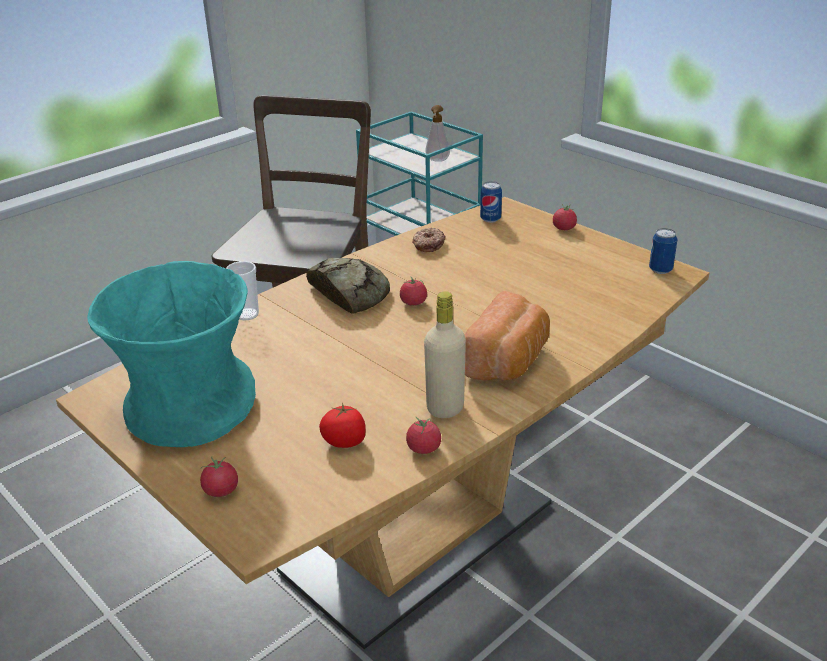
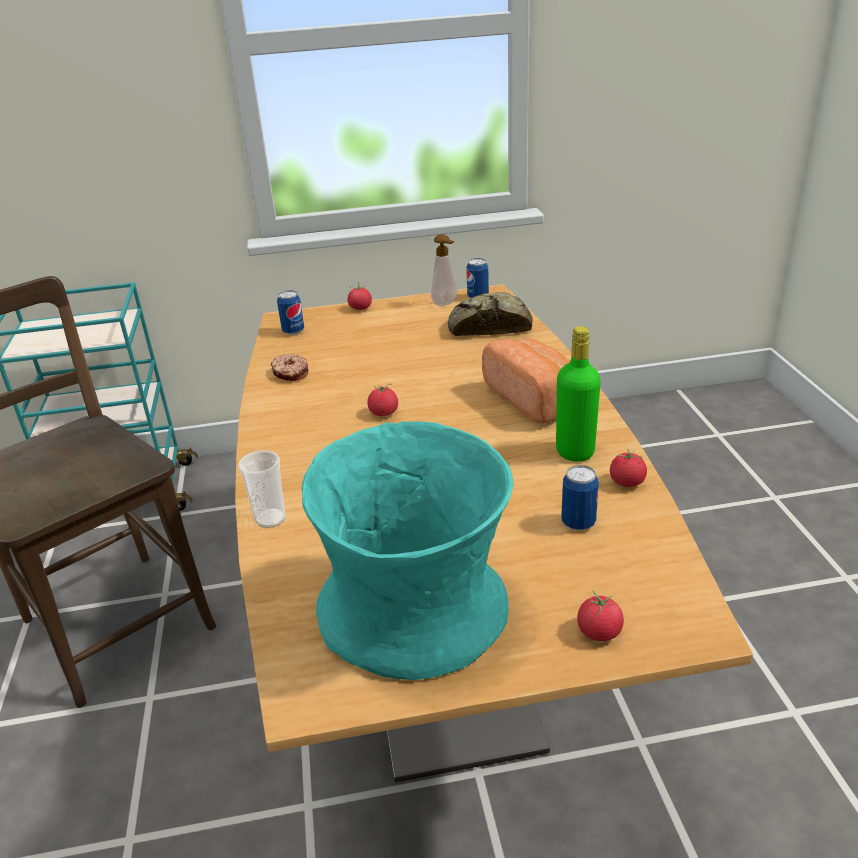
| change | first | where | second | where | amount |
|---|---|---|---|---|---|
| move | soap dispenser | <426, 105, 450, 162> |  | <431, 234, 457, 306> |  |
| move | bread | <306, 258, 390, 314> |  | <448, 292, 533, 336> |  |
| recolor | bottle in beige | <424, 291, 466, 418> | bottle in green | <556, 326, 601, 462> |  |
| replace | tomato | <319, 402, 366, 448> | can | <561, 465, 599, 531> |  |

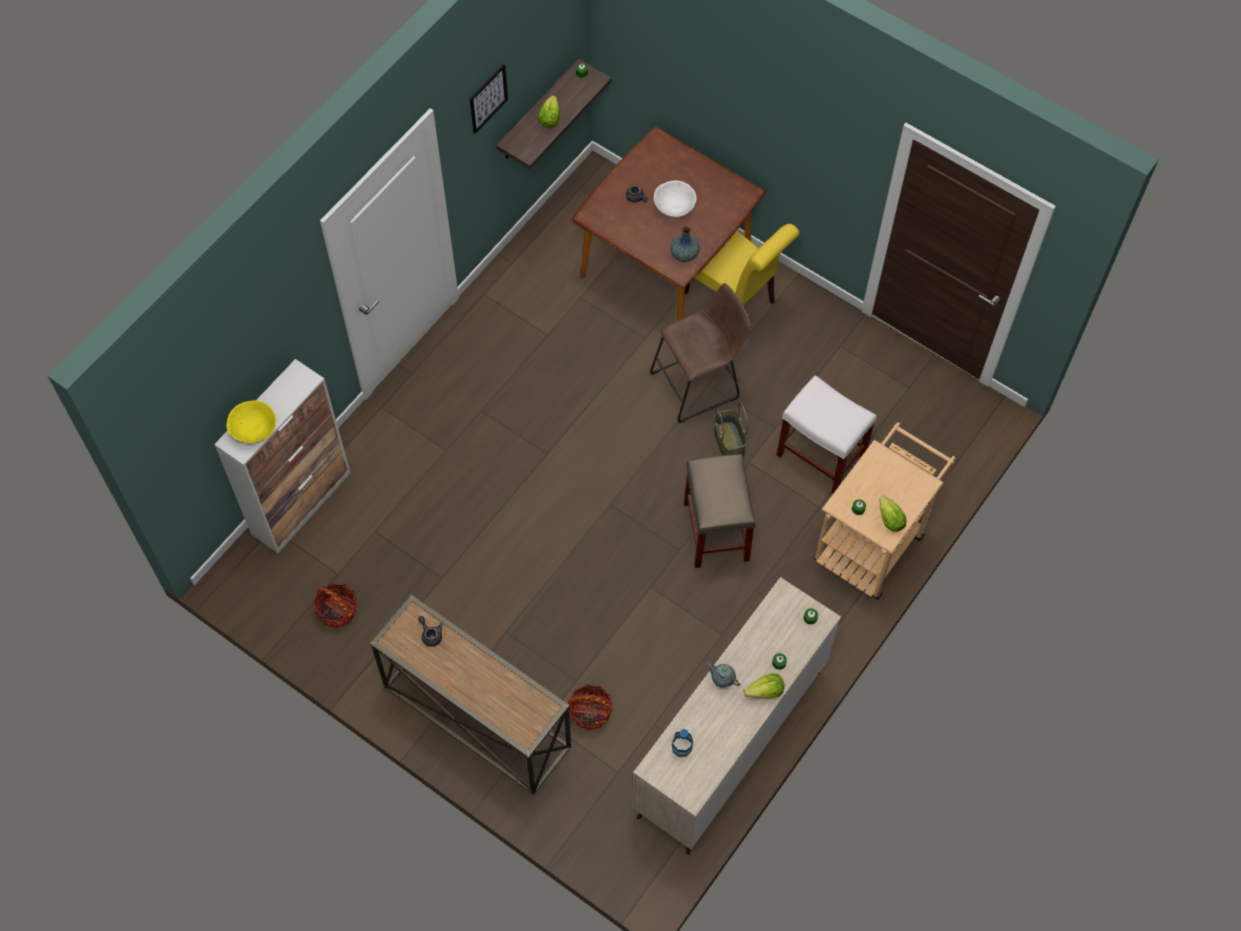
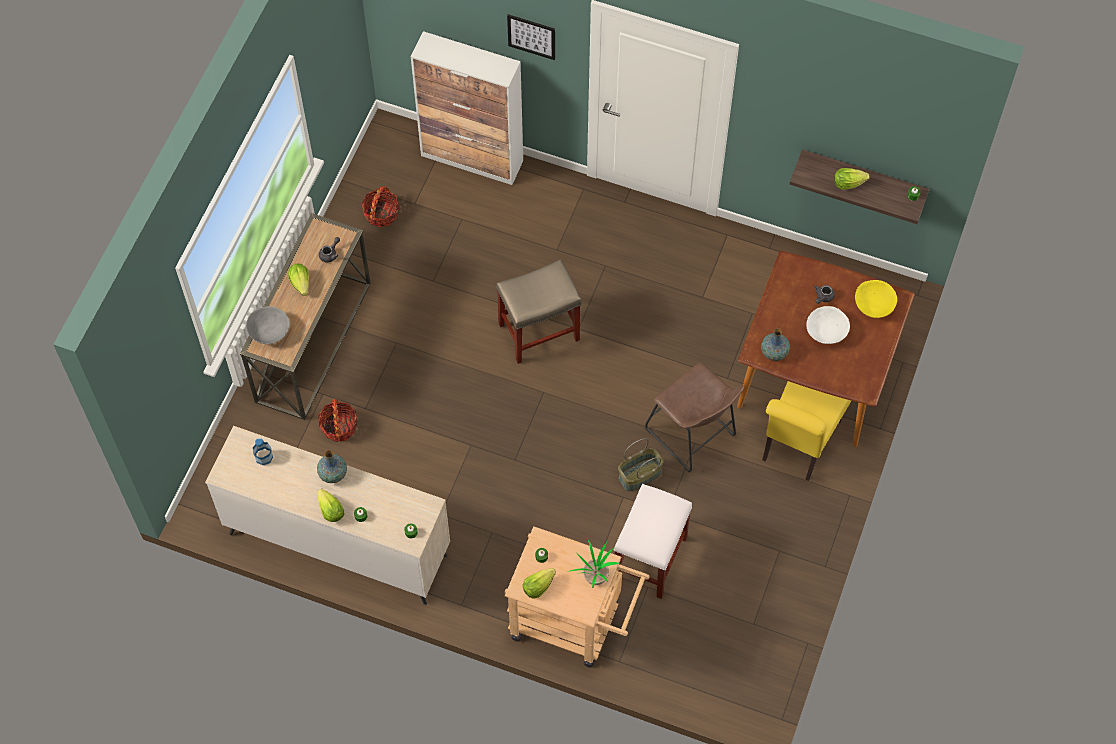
| change | first | where | second | where | amount |
|---|---|---|---|---|---|
| move | picture | <470, 64, 508, 134> |  | <507, 14, 555, 60> |  |
| move | bowl in yellow | <226, 401, 276, 443> |  | <855, 280, 897, 318> |  |
| move | stool in beige | <684, 454, 756, 568> |  | <496, 259, 581, 364> |  |
| replace | teapot | <706, 661, 740, 688> | vase | <317, 450, 347, 483> |  |
| insert |  |  | lettuce | <288, 264, 309, 296> |  |
| insert |  |  | bowl in grey | <246, 306, 290, 344> |  |
| insert |  |  | potted plant | <568, 540, 620, 588> |  |

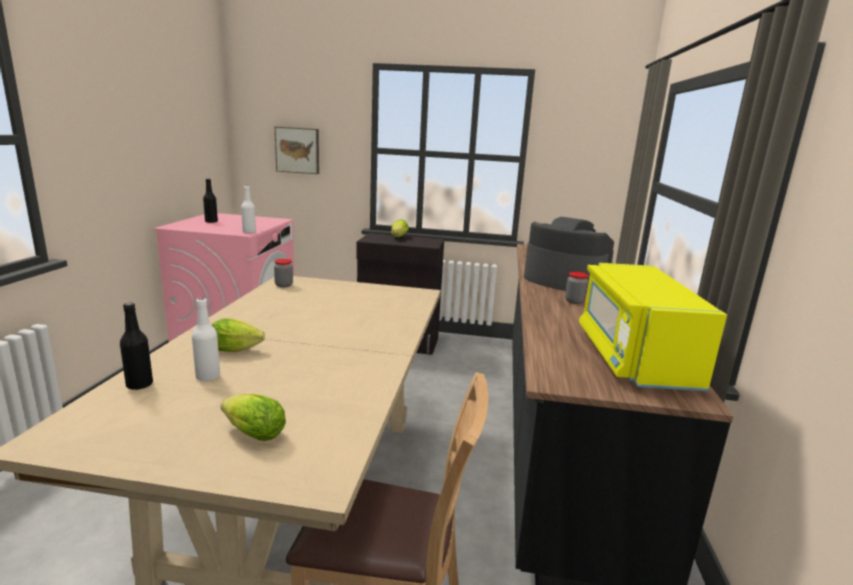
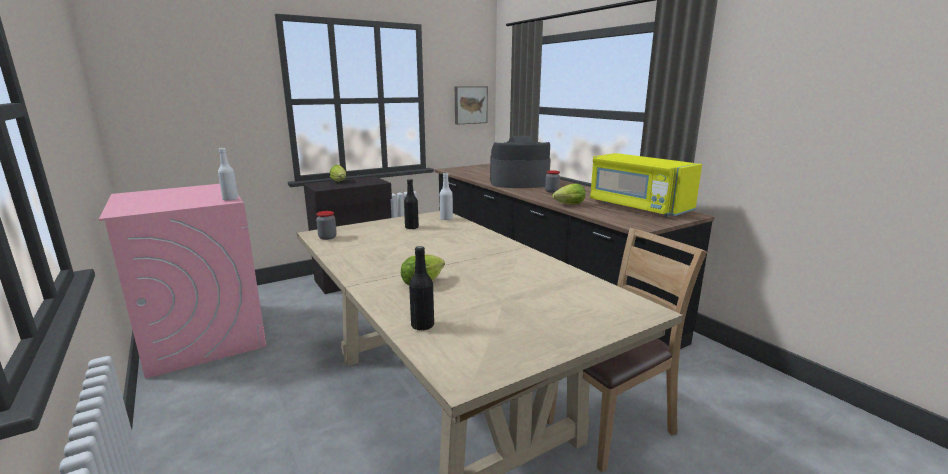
| change | first | where | second | where | amount |
|---|---|---|---|---|---|
| move | picture | <275, 127, 319, 174> |  | <455, 86, 488, 125> |  |
| move | bottle in black | <203, 179, 218, 223> |  | <404, 179, 419, 229> |  |
| move | bottle in white | <192, 298, 220, 381> |  | <440, 173, 453, 220> |  |
| move | lettuce | <220, 394, 286, 441> |  | <552, 184, 585, 204> |  |

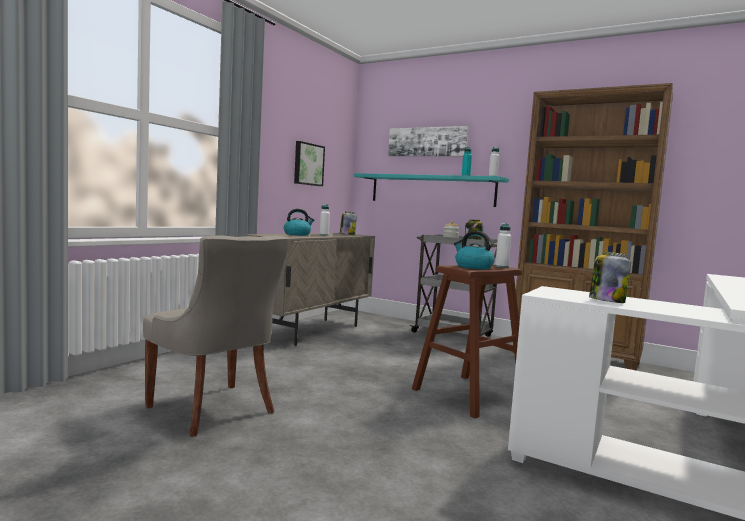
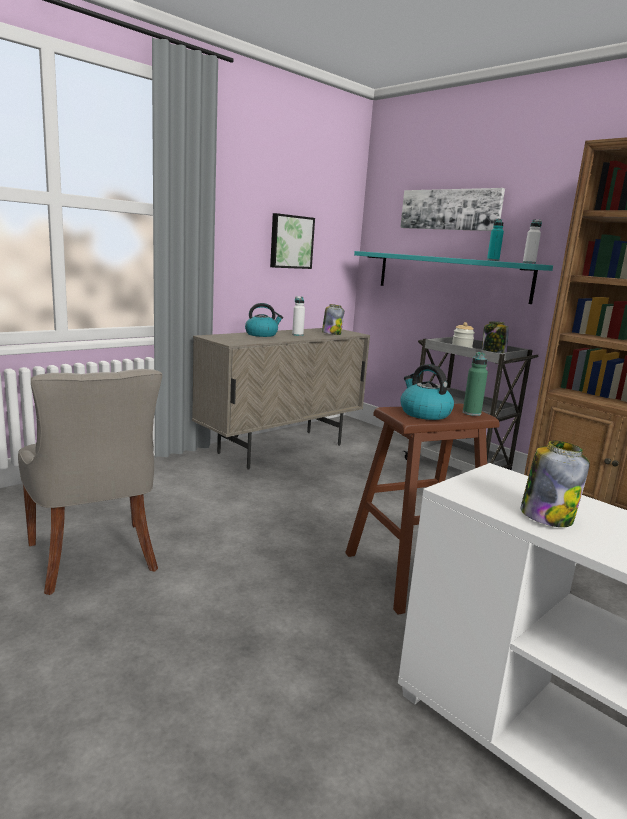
| change | first | where | second | where | amount |
|---|---|---|---|---|---|
| recolor | bottle in white | <495, 223, 511, 268> | bottle in green | <463, 352, 488, 416> |  |

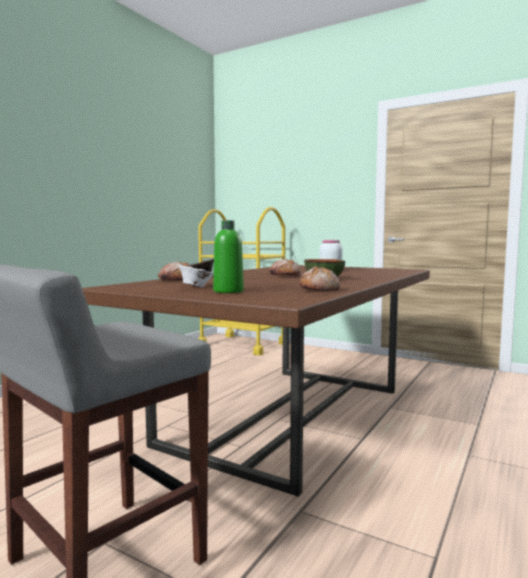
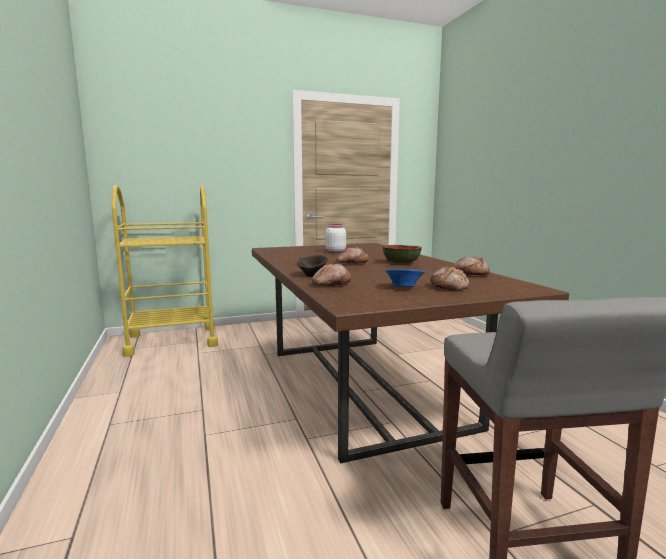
| change | first | where | second | where | amount |
|---|---|---|---|---|---|
| replace | bottle in green | <213, 220, 244, 293> | bread | <431, 266, 469, 290> |  |
| recolor | bowl in white | <179, 265, 214, 287> | bowl in blue | <385, 269, 425, 287> |  |

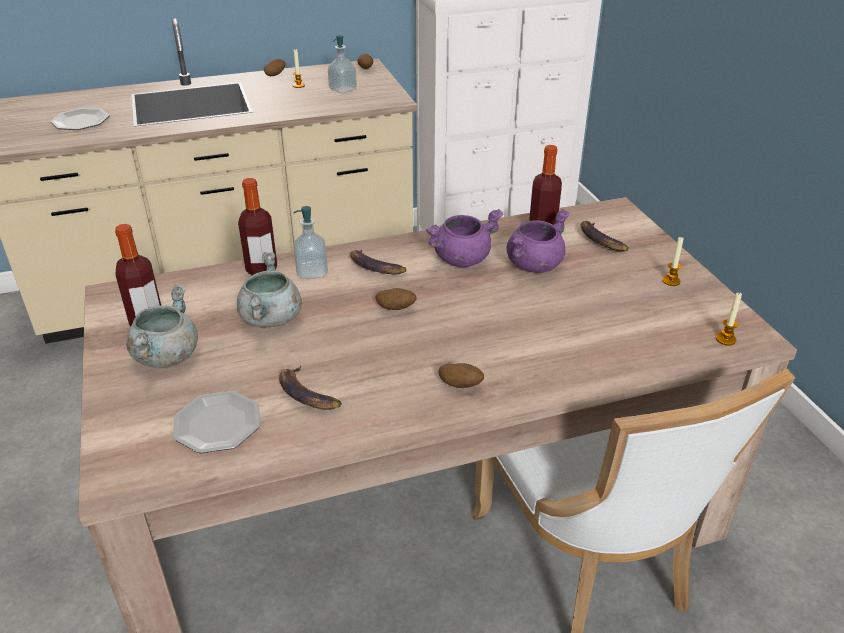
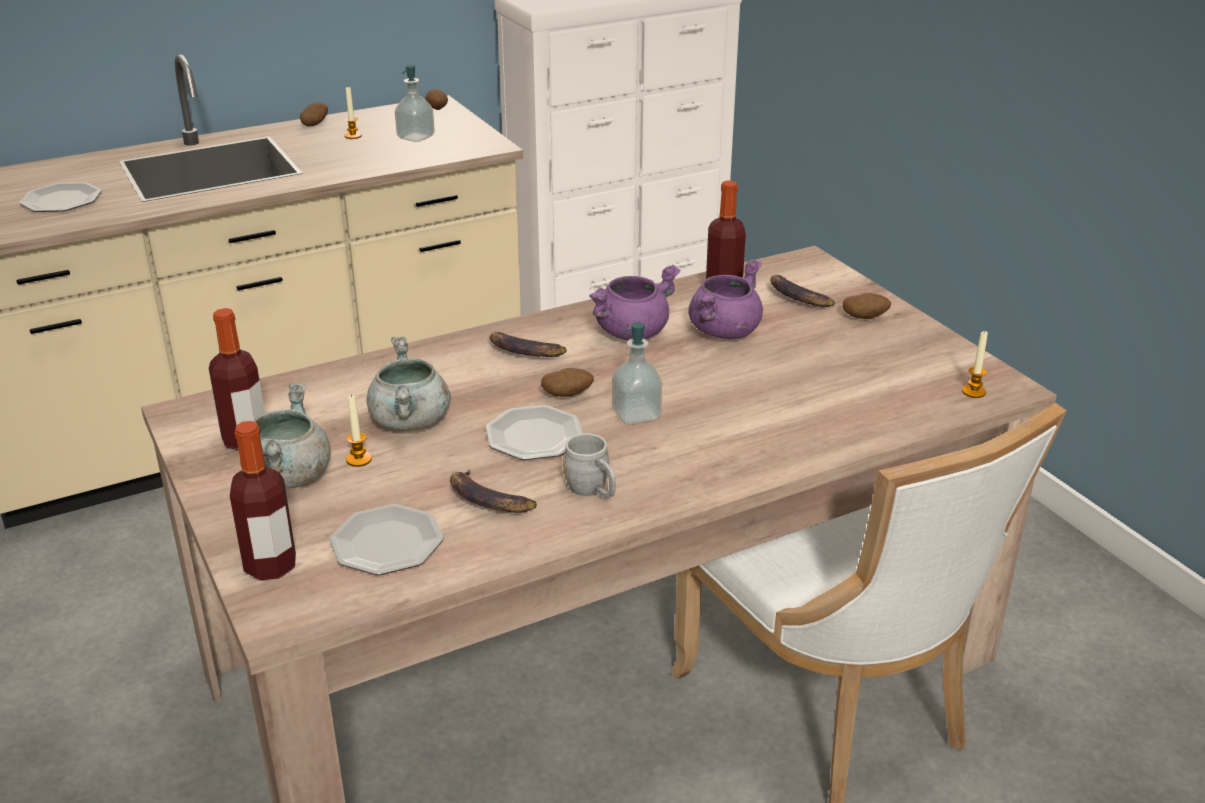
| change | first | where | second | where | amount |
|---|---|---|---|---|---|
| move | bottle | <238, 178, 277, 275> |  | <230, 421, 296, 580> |  |
| move | soap dispenser | <293, 206, 328, 279> |  | <612, 322, 662, 425> |  |
| move | candle | <662, 237, 684, 286> |  | <346, 395, 372, 467> |  |
| move | potato | <439, 363, 484, 388> |  | <843, 293, 891, 319> |  |
| insert |  |  | plate | <486, 405, 583, 460> |  |
| insert |  |  | mug in grey | <563, 433, 616, 498> |  |

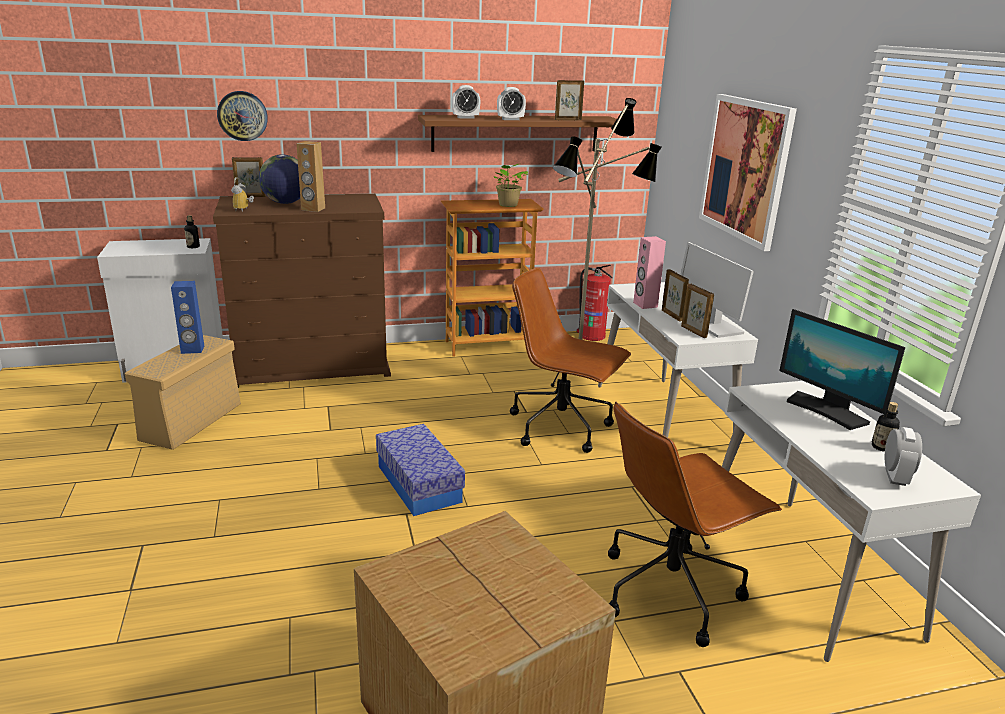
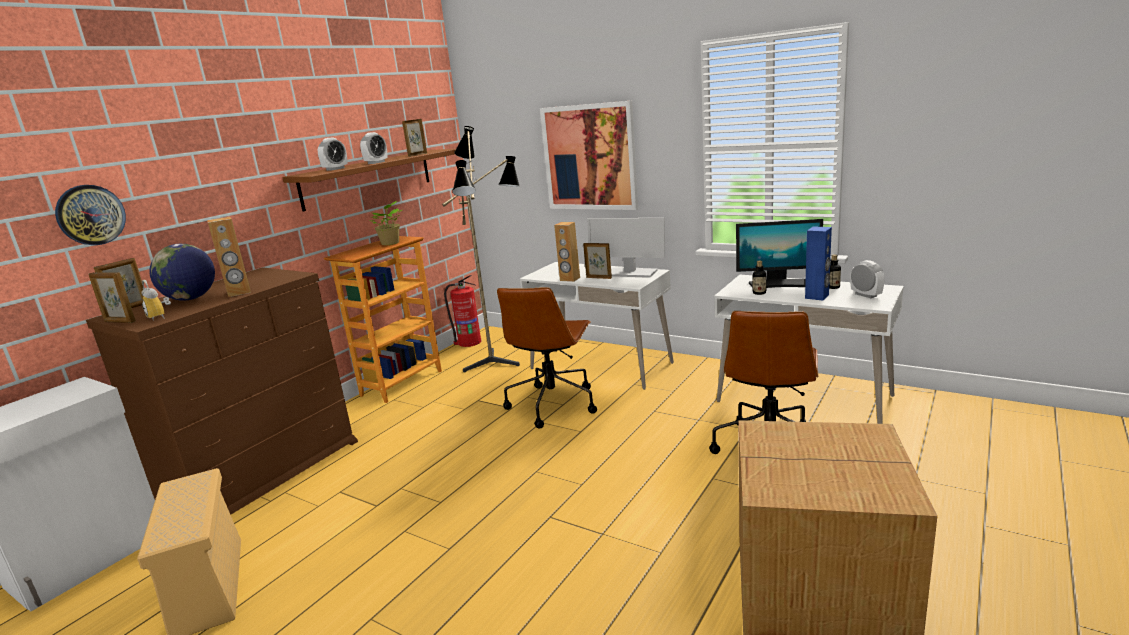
| change | first | where | second | where | amount |
|---|---|---|---|---|---|
| move | bottle | <184, 215, 200, 248> |  | <752, 261, 767, 295> |  |
| recolor | speaker in pink | <633, 236, 666, 309> | speaker in brown | <554, 222, 580, 282> |  |
| rotate | office chair in brown | <510, 268, 631, 453> |  | <497, 287, 597, 428> | 60 degrees counterclockwise |
| move | speaker in blue | <171, 281, 204, 354> |  | <805, 226, 832, 301> |  |
| move | picture frame | <681, 284, 714, 338> |  | <88, 272, 135, 323> |  |
| delete | storage box | <376, 424, 465, 516> |  |  |  |

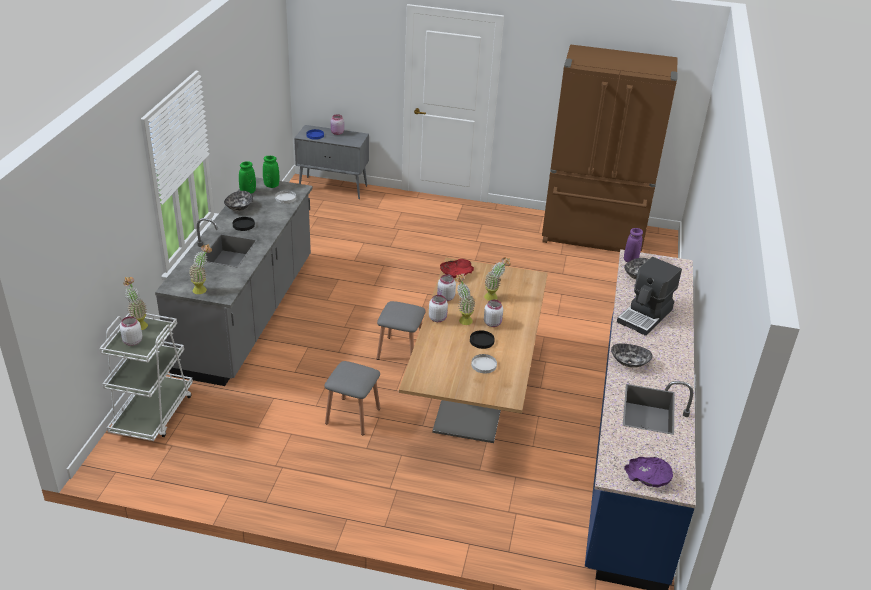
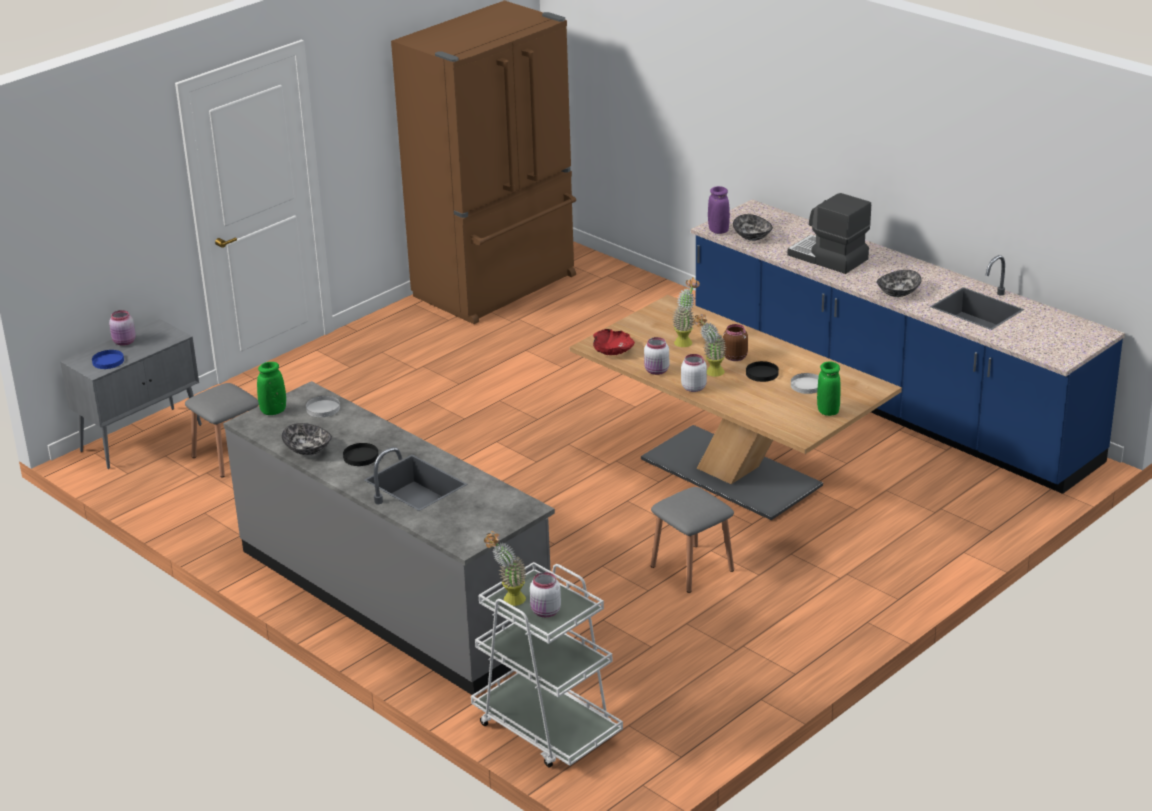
| change | first | where | second | where | amount |
|---|---|---|---|---|---|
| move | vase in green | <239, 161, 256, 194> |  | <817, 362, 841, 416> |  |
| delete | potted plant | <189, 244, 212, 294> |  |  |  |
| rotate | coffee machine | <617, 257, 682, 336> |  | <788, 193, 871, 274> | 150 degrees clockwise |
| recolor | jar in white | <484, 300, 503, 327> | jar in brown | <723, 324, 748, 361> |  |
| move | stool in grey | <377, 301, 426, 360> |  | <185, 383, 259, 477> |  |
| delete | bowl in purple | <624, 457, 673, 488> |  |  |  |

